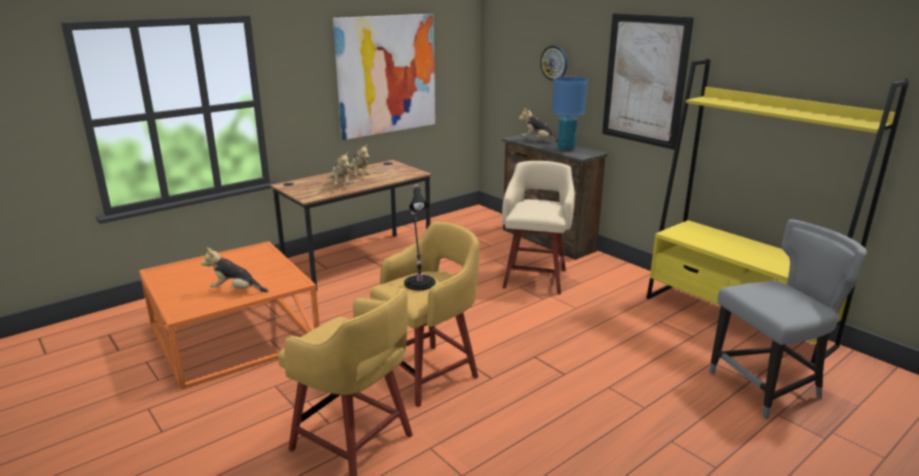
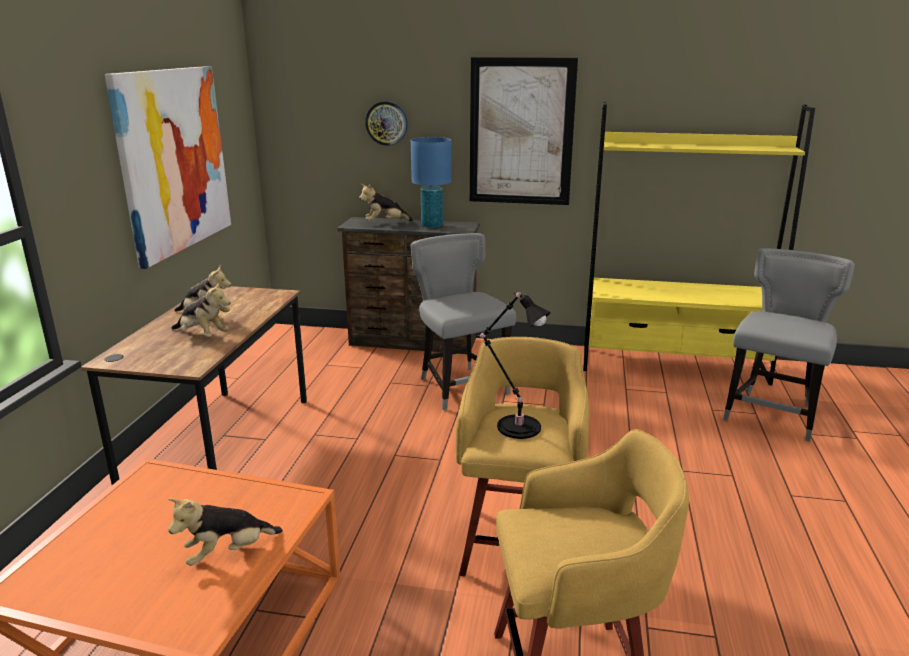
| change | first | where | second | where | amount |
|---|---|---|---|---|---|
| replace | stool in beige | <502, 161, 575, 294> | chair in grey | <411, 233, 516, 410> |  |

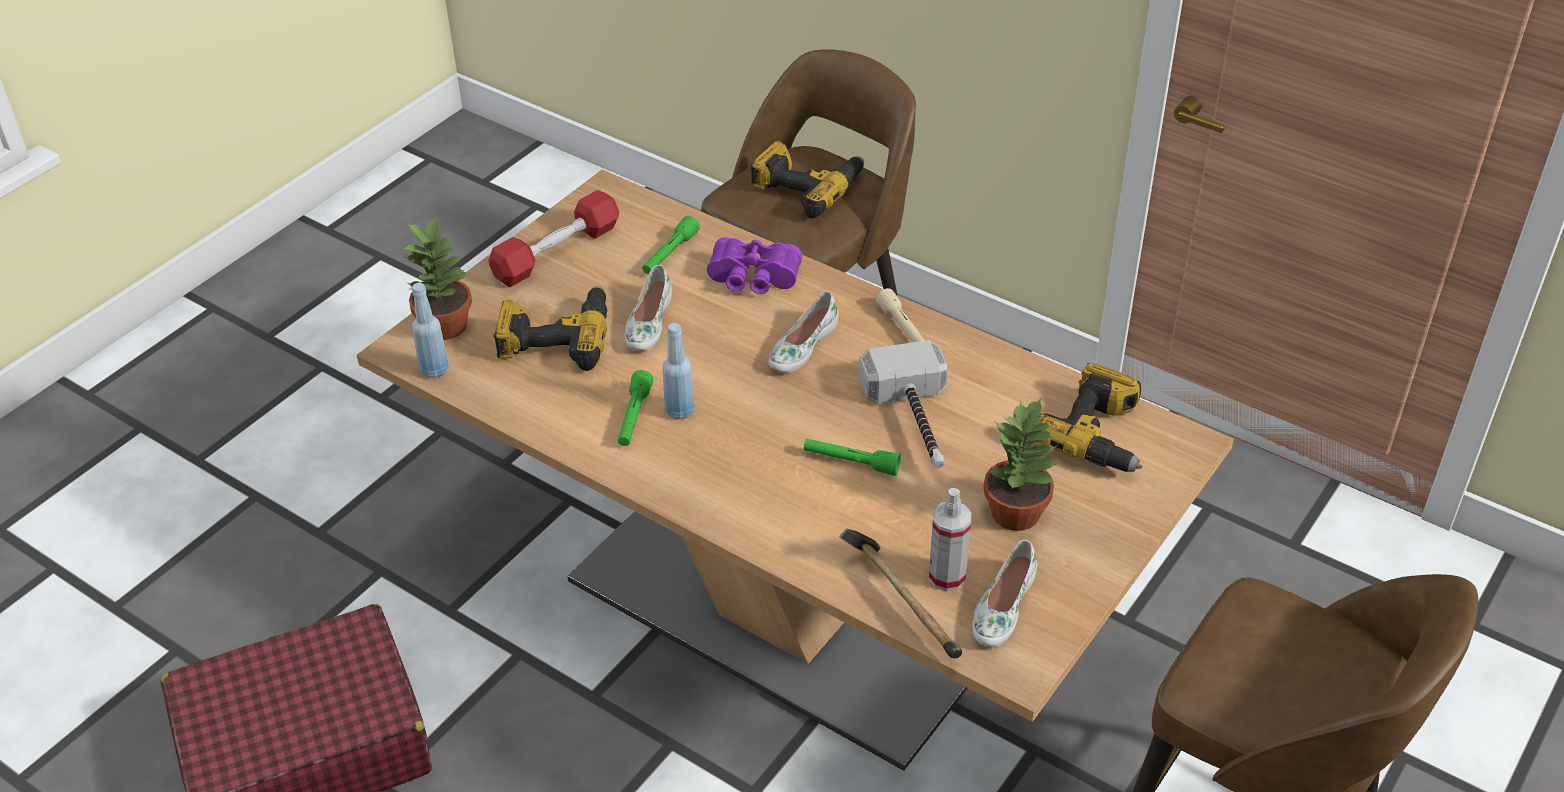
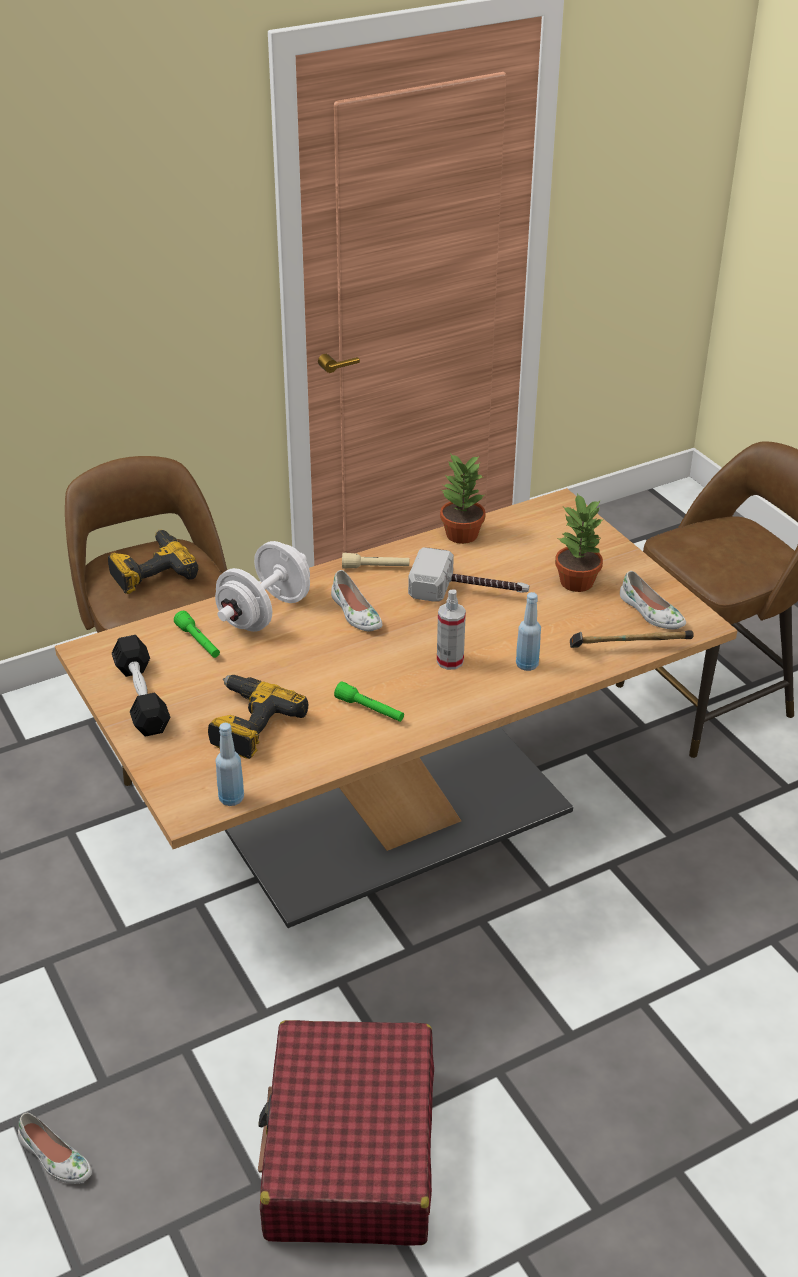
| change | first | where | second | where | amount |
|---|---|---|---|---|---|
| recolor | dumbbell in red | <489, 190, 619, 287> | dumbbell in black | <112, 635, 170, 737> |  |
| move | potted plant | <403, 217, 472, 340> |  | <440, 453, 486, 544> |  |
| replace | binoculars in purple | <707, 237, 802, 294> | dumbbell in white | <215, 541, 310, 632> |  |
| move | shoe in white | <625, 265, 672, 351> |  | <18, 1113, 92, 1184> |  |
| move | bottle in blue | <663, 323, 695, 419> |  | <516, 592, 541, 671> |  |
| delete | power drill | <1036, 363, 1142, 472> |  |  |  |
| delete | flashlight in green | <804, 439, 901, 476> |  |  |  |
| move | spray bottle | <929, 488, 972, 592> |  | <437, 589, 466, 670> |  |

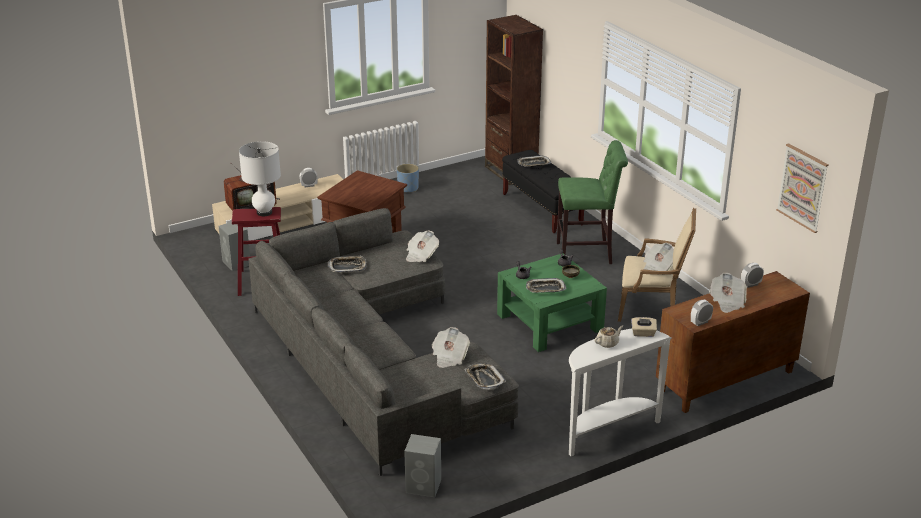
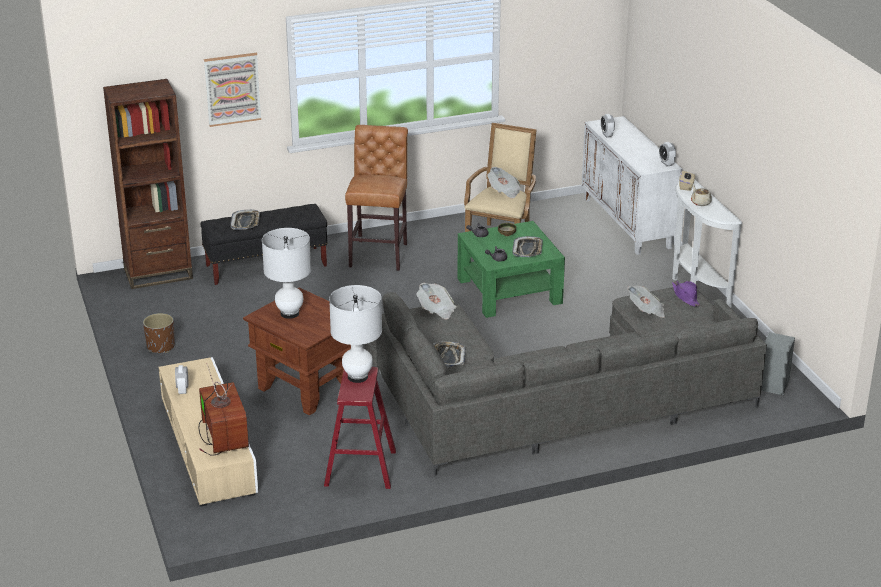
| change | first | where | second | where | amount |
|---|---|---|---|---|---|
| recolor | stool in green | <557, 140, 628, 264> | stool in brown | <345, 125, 408, 271> |  |
| move | picture | <776, 143, 829, 233> |  | <204, 53, 261, 127> |  |
| recolor | planter in blue | <397, 164, 419, 192> | planter in brown | <143, 313, 175, 353> |  |
| delete | speaker in grey | <219, 222, 250, 271> |  |  |  |
| recolor | cabinet in brown | <656, 271, 810, 413> | cabinet in white | <582, 116, 682, 255> |  |
| delete | newspaper | <709, 273, 747, 313> |  |  |  |
| replace | tray | <464, 363, 506, 390> | hat in purple | <672, 281, 700, 307> |  |
| insert |  |  | table lamp in white | <262, 228, 311, 319> |  |

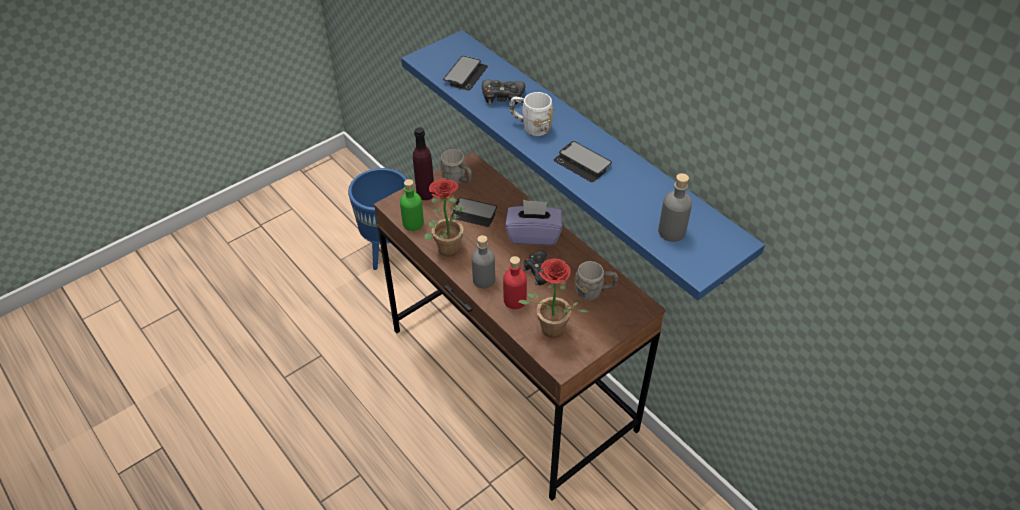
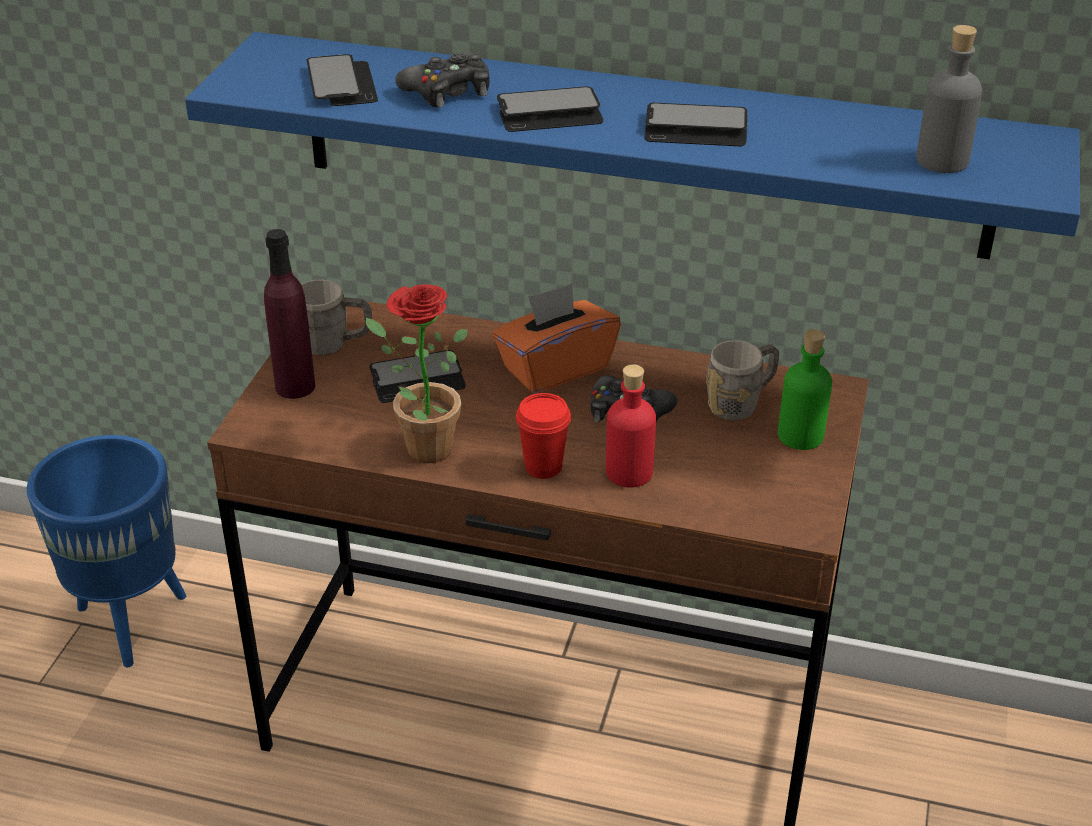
| change | first | where | second | where | amount |
|---|---|---|---|---|---|
| replace | mug in white | <509, 92, 553, 136> | phone | <497, 86, 604, 132> |  |
| move | bottle in green | <400, 179, 424, 231> |  | <778, 329, 832, 450> |  |
| recolor | tissue box in purple | <505, 200, 562, 246> | tissue box in orange | <492, 283, 621, 394> |  |
| replace | bottle in grey | <472, 235, 495, 288> | cup in red | <516, 393, 571, 479> |  |
| delete | potted plant | <518, 258, 589, 338> |  |  |  |

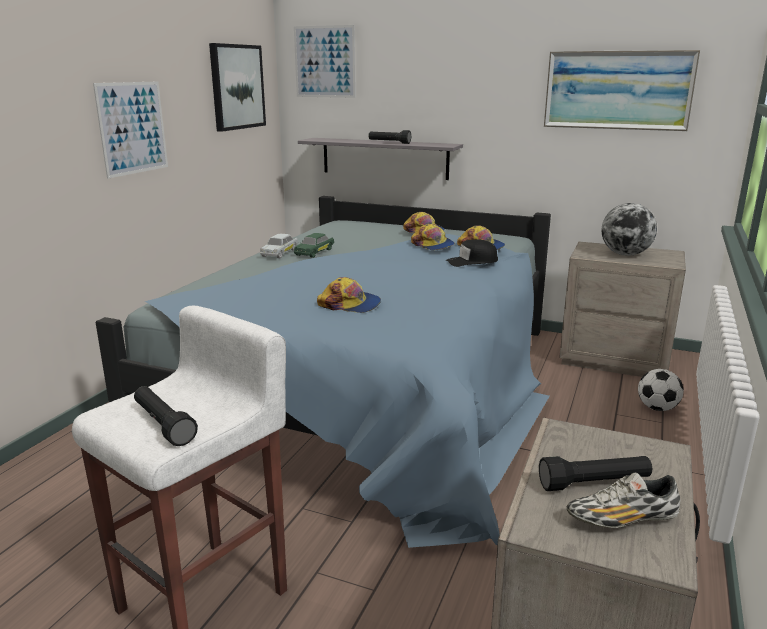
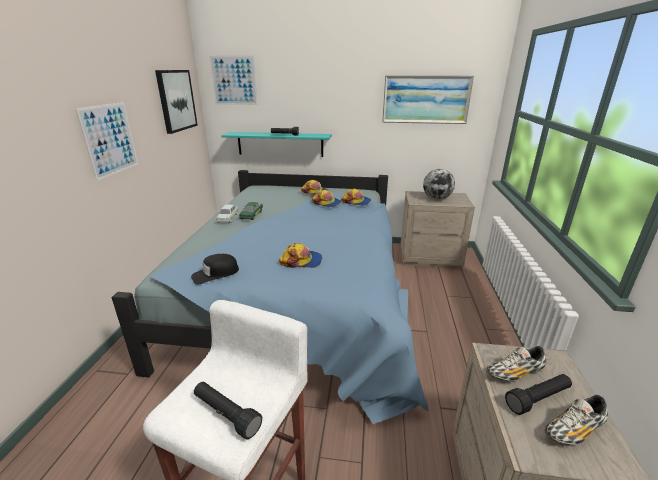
| change | first | where | second | where | amount |
|---|---|---|---|---|---|
| recolor | shelf in grey | <298, 138, 463, 180> | shelf in turquoise | <221, 132, 332, 157> |  |
| move | cap in black | <446, 239, 498, 267> |  | <191, 254, 239, 285> |  |
| delete | football | <638, 369, 684, 411> |  |  |  |
| insert |  |  | shoe | <487, 346, 546, 381> |  |

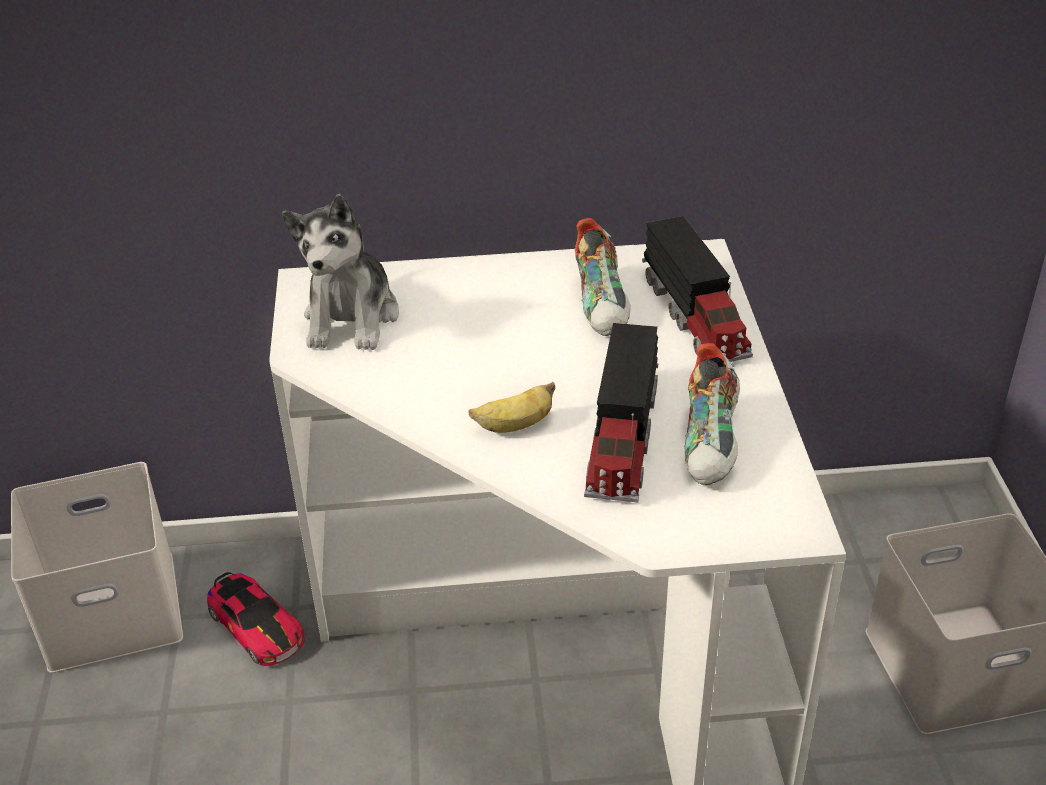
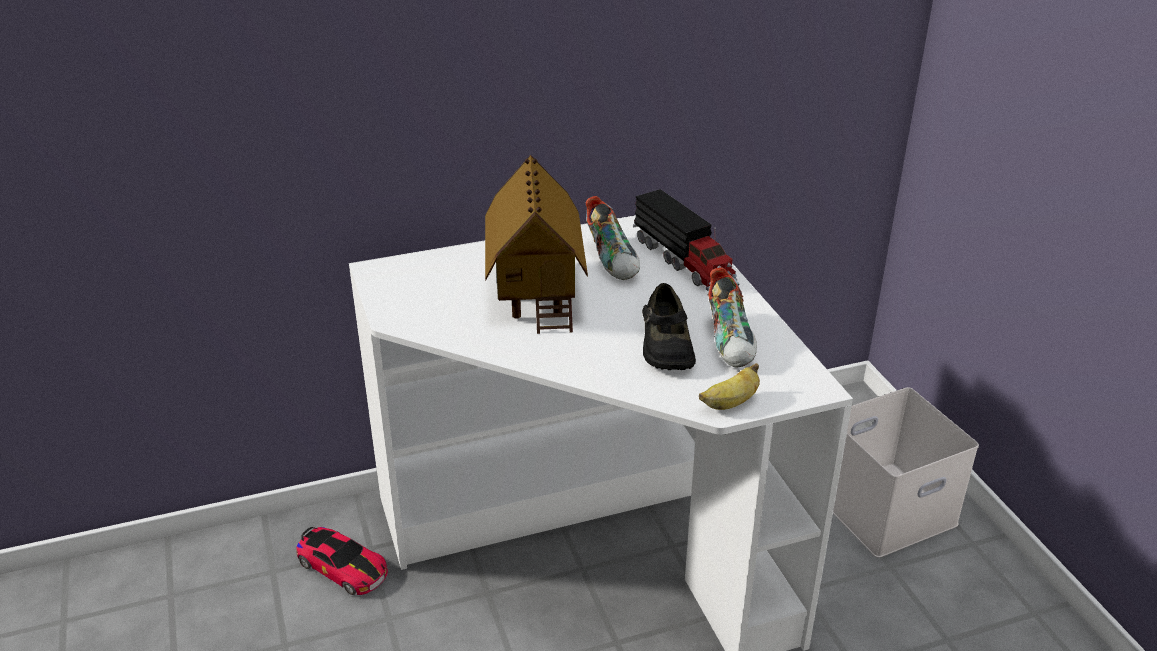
| change | first | where | second | where | amount |
|---|---|---|---|---|---|
| delete | plush toy | <282, 194, 399, 350> |  |  |  |
| replace | toy truck | <584, 323, 658, 502> | shoe in black | <642, 283, 696, 370> |  |
| move | banana | <468, 382, 555, 433> |  | <699, 363, 760, 410> |  |
| delete | storage box in white | <11, 462, 183, 673> |  |  |  |
| insert |  |  | toy house | <485, 155, 588, 334> |  |

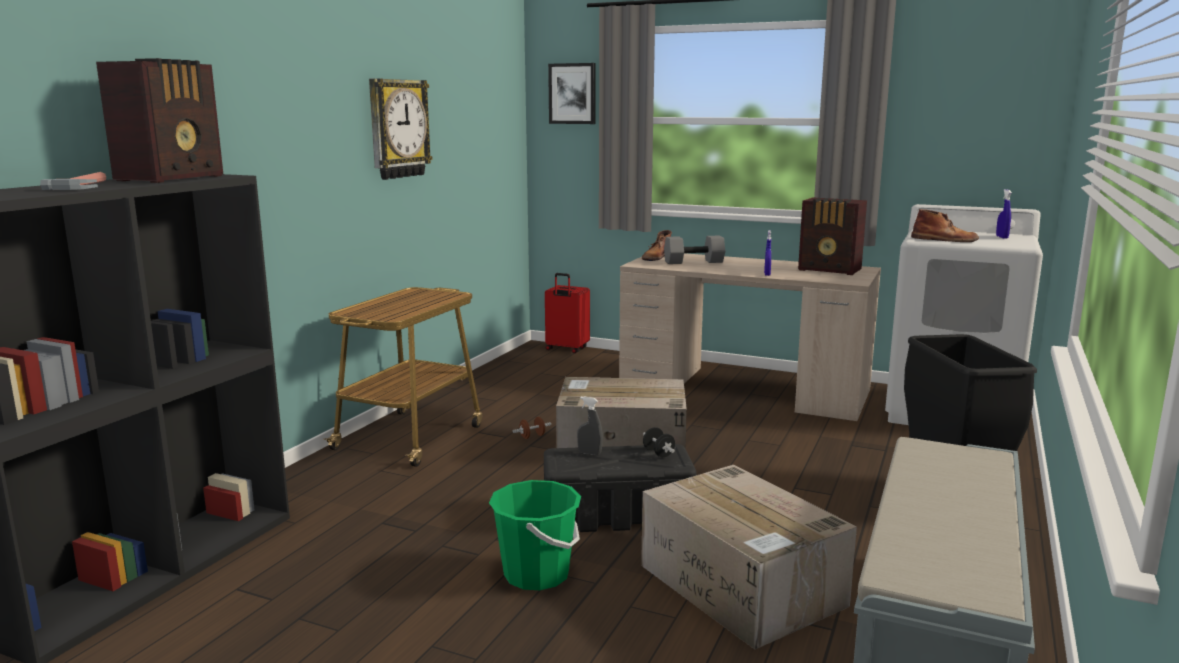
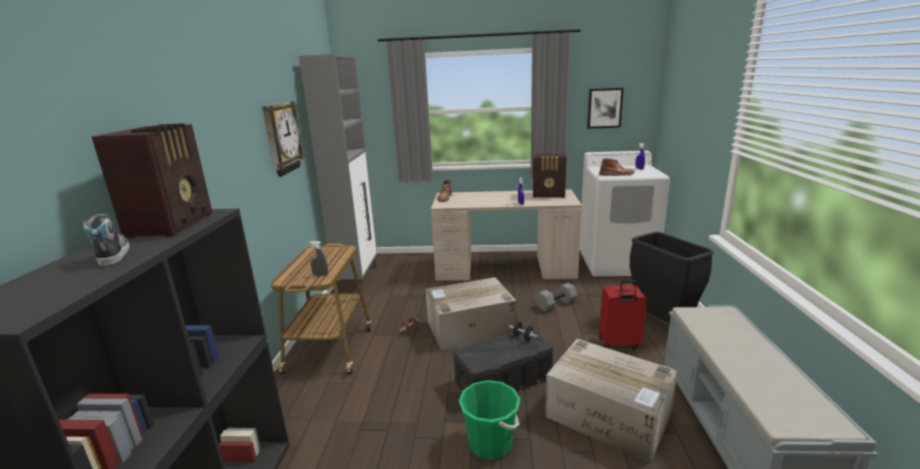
| change | first | where | second | where | amount |
|---|---|---|---|---|---|
| move | picture | <548, 63, 596, 124> |  | <587, 88, 624, 129> |  |
| replace | hammer | <40, 172, 106, 190> | shoe | <82, 214, 130, 266> |  |
| move | dumbbell in grey | <664, 236, 725, 264> |  | <536, 283, 577, 312> |  |
| move | suitcase in red | <545, 273, 590, 353> |  | <599, 280, 647, 349> |  |
| move | spray bottle in grey | <577, 396, 603, 455> |  | <309, 241, 328, 276> |  |
| insert |  |  | cabinet in grey | <299, 54, 377, 292> |  |

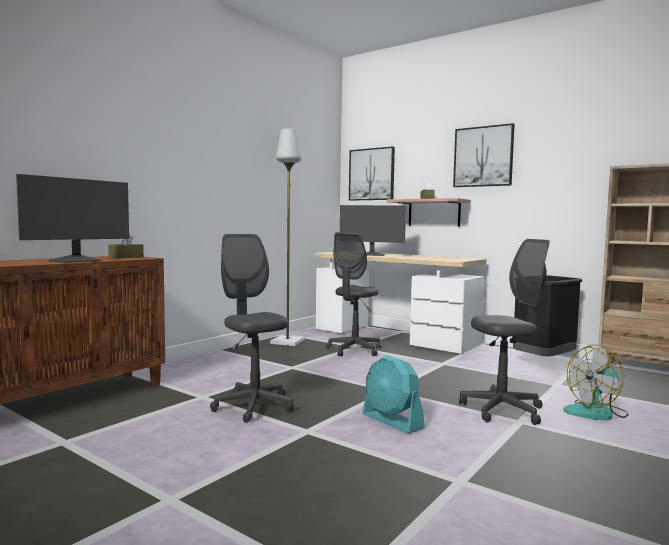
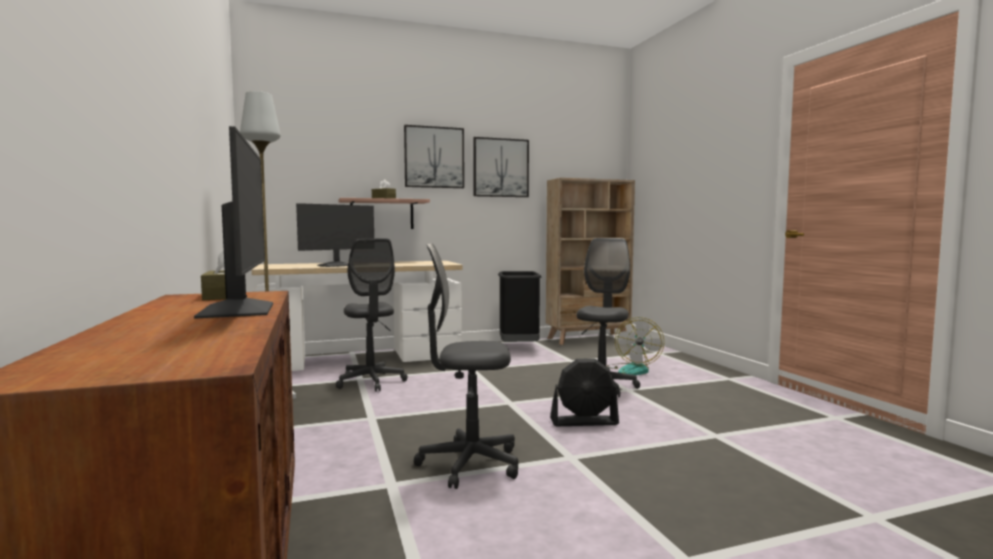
| change | first | where | second | where | amount |
|---|---|---|---|---|---|
| move | picture | <349, 146, 395, 201> |  | <473, 137, 529, 197> |  |
| recolor | fan in turquoise | <363, 355, 425, 434> | fan in black | <550, 358, 619, 426> |  |

